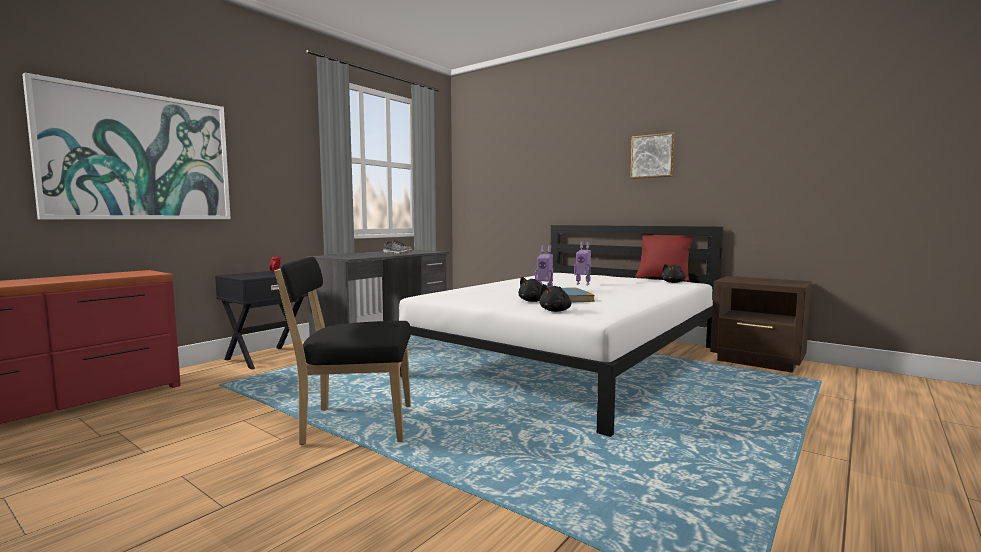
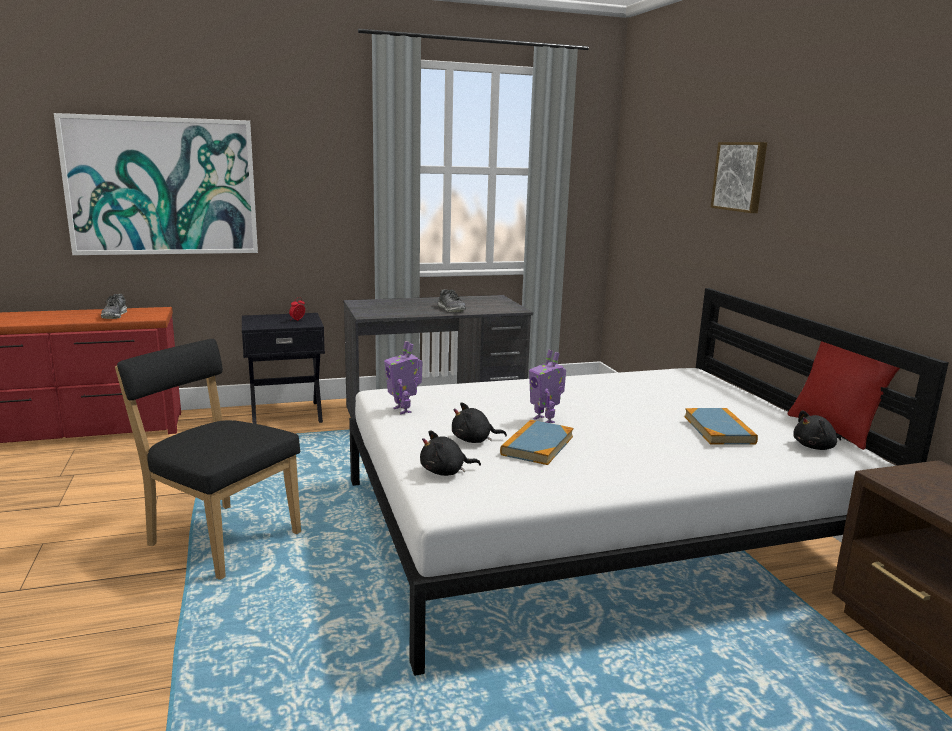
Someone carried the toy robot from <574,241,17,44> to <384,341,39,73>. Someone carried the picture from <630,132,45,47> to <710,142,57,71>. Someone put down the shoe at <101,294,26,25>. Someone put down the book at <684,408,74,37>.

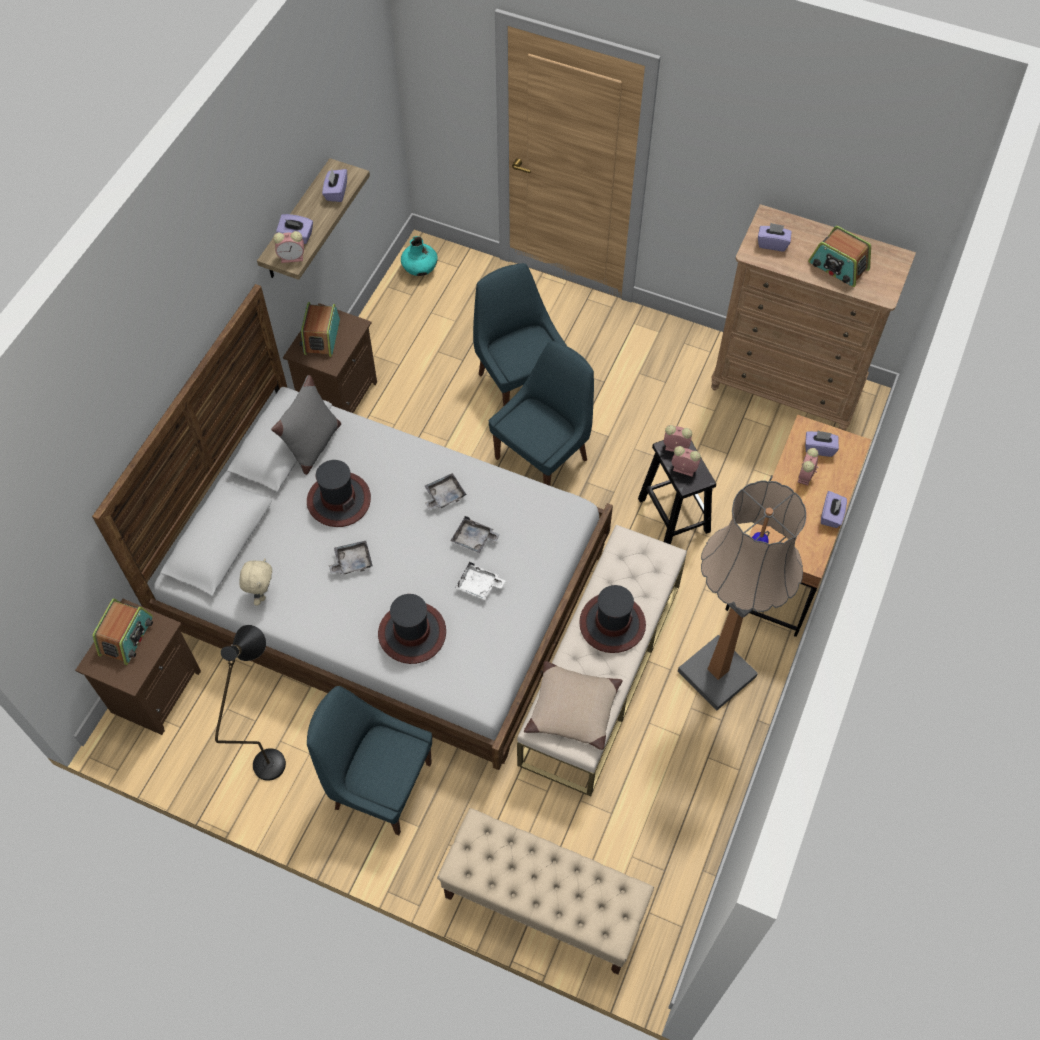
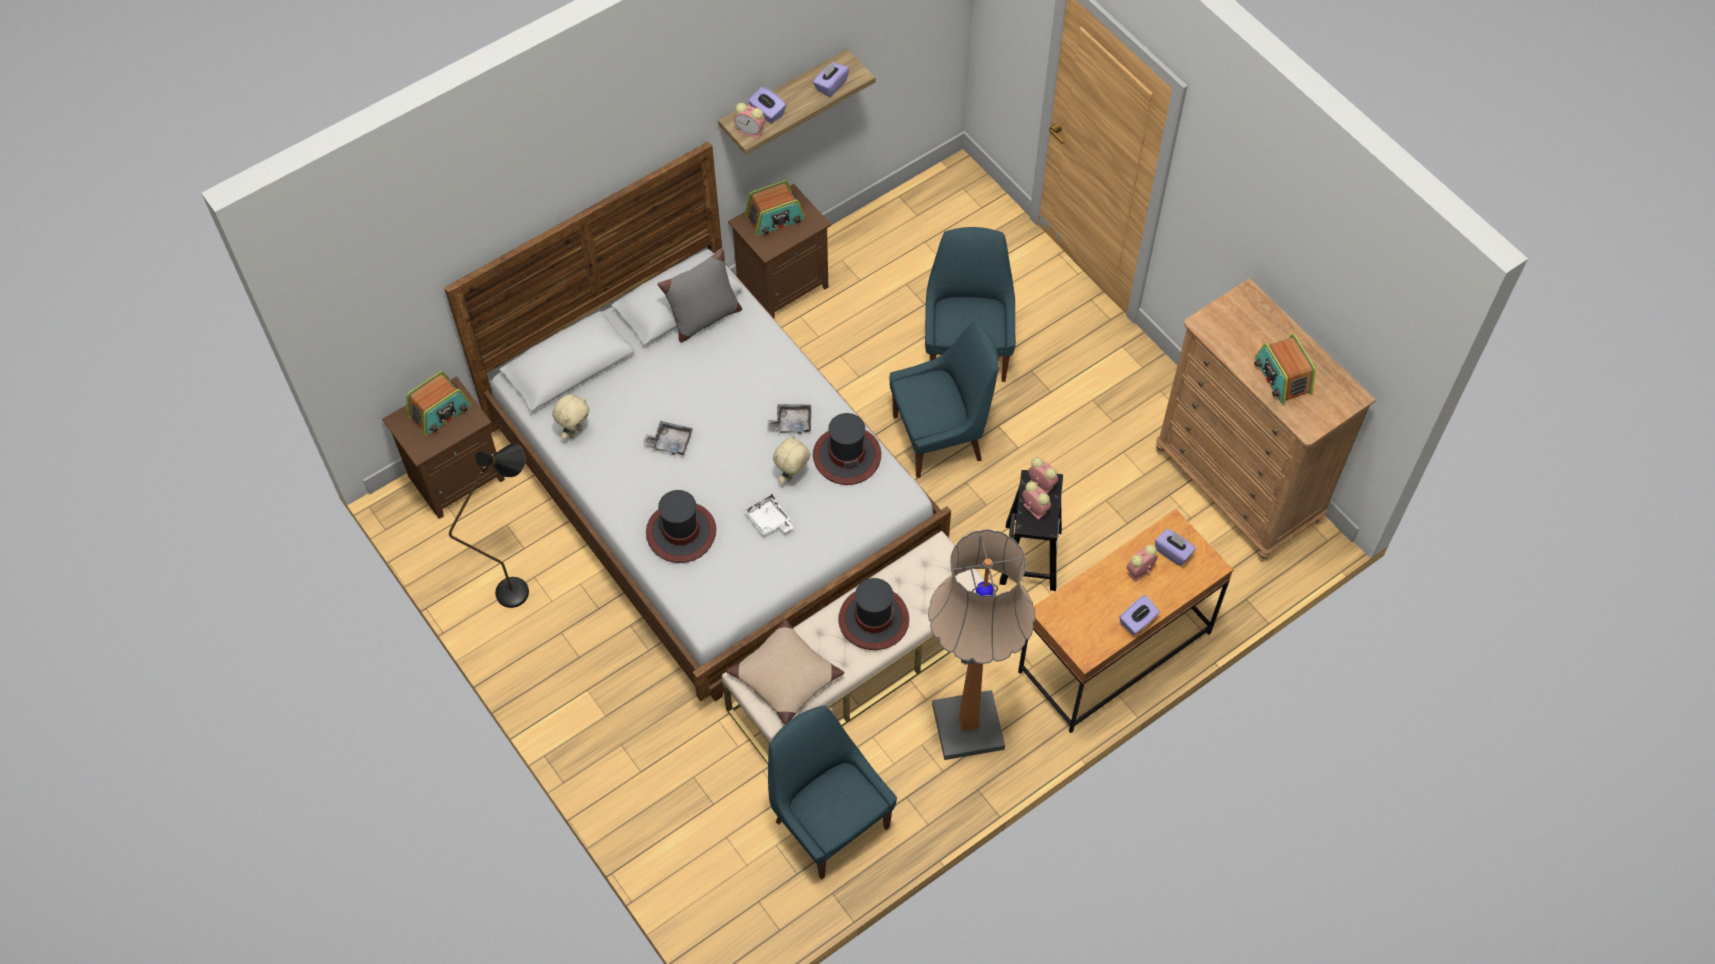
Someone rotated the radio at <300,302,40,55> by 150 degrees counterclockwise. Someone carried the hat from <307,460,64,67> to <813,413,68,72>. Someone carried the chair (blue) from <307,686,125,149> to <768,705,129,174>. Someone took away the vase (turquoise) at <401,236,37,40>. Someone took away the bench (beige) at <437,808,217,167>. Someone swapped the tray (grey) at <451,516,49,37> for the plush toy (beige) at <773,435,37,49>. Someone took away the tissue box (purple) at <758,223,34,29>.

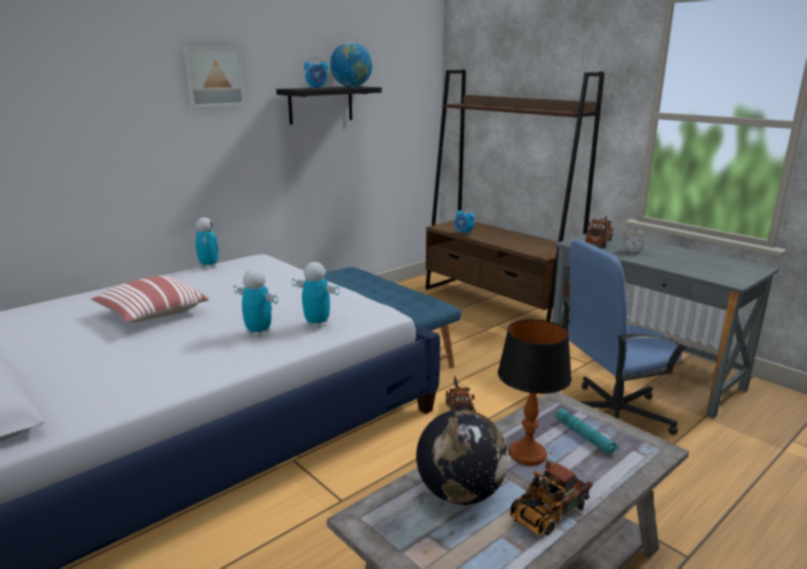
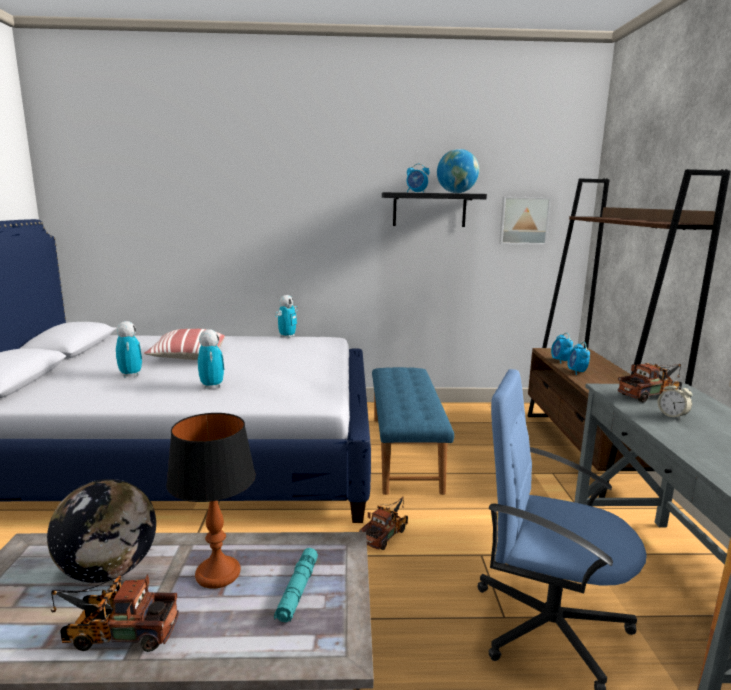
Someone carried the picture from <183,46,62,61> to <499,197,52,48>. Someone carried the toy robot from <291,262,49,65> to <116,321,26,57>. Someone put down the alarm clock at <567,342,23,33>.

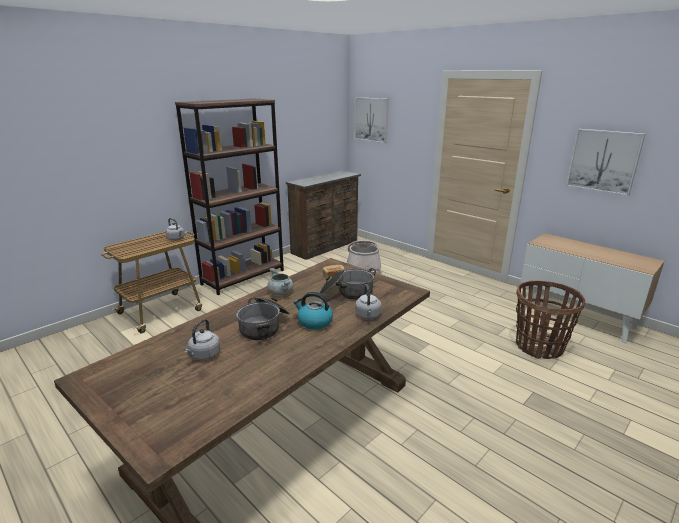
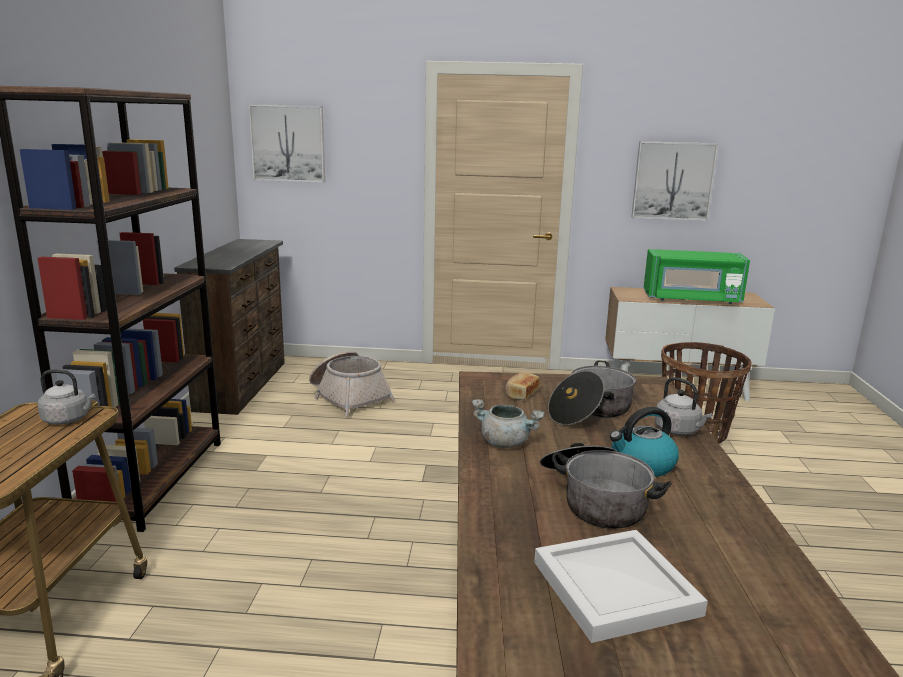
Someone swapped the kettle (grey) at <184,319,37,41> for the tray (white) at <534,530,174,113>. Someone put down the microwave (green) at <644,249,106,55>.

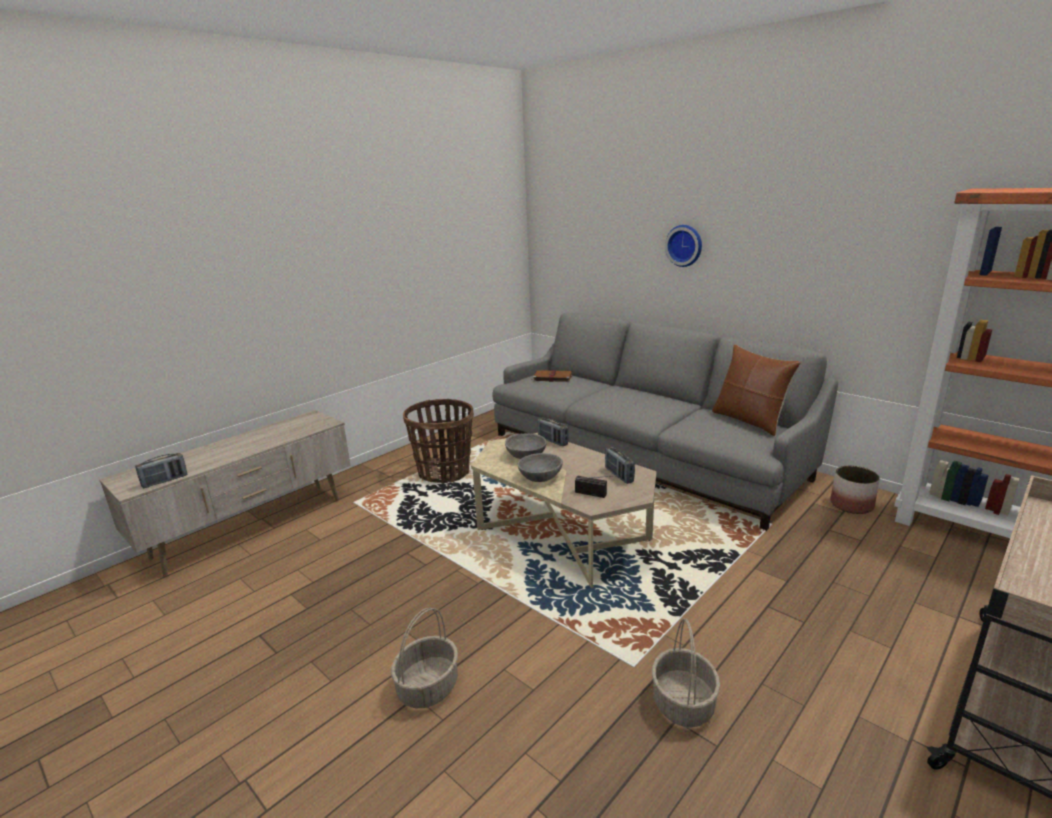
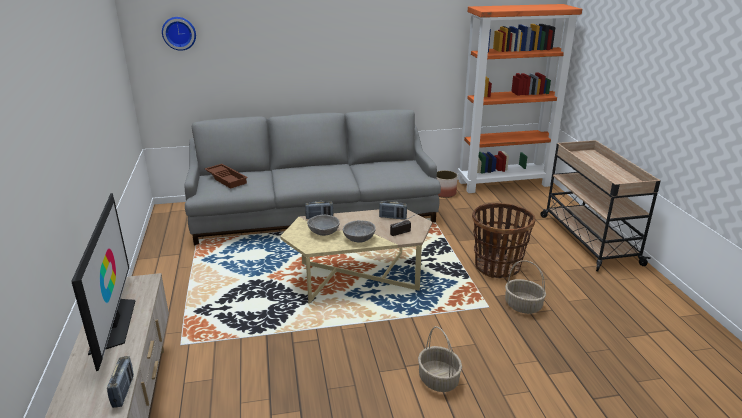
Someone carried the basket from <403,399,71,84> to <472,203,63,76>. Someone swapped the book (brown) at <531,370,41,12> for the tray (brown) at <205,164,43,25>. Someone carried the wall clock from <665,225,37,42> to <162,17,34,34>. Someone took away the pillow (brown) at <712,344,89,92>. Someone put down the television at <71,193,64,178>.

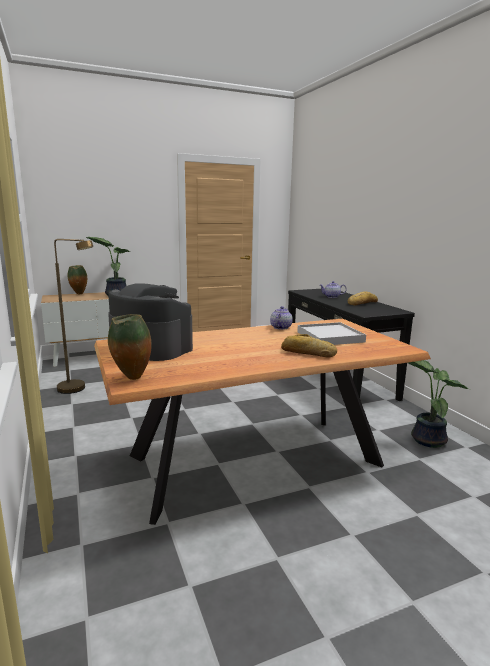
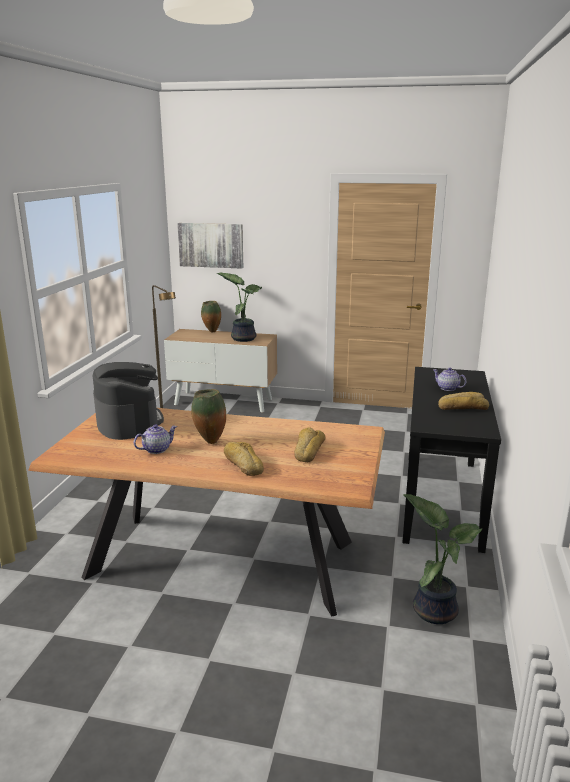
Someone carried the vase from <108,314,44,66> to <191,389,35,55>. Someone carried the teapot from <270,306,23,24> to <134,424,43,30>. Someone swapped the tray (white) at <297,322,69,23> for the bread at <294,427,31,35>. Someone put up the picture at <177,223,66,46>.

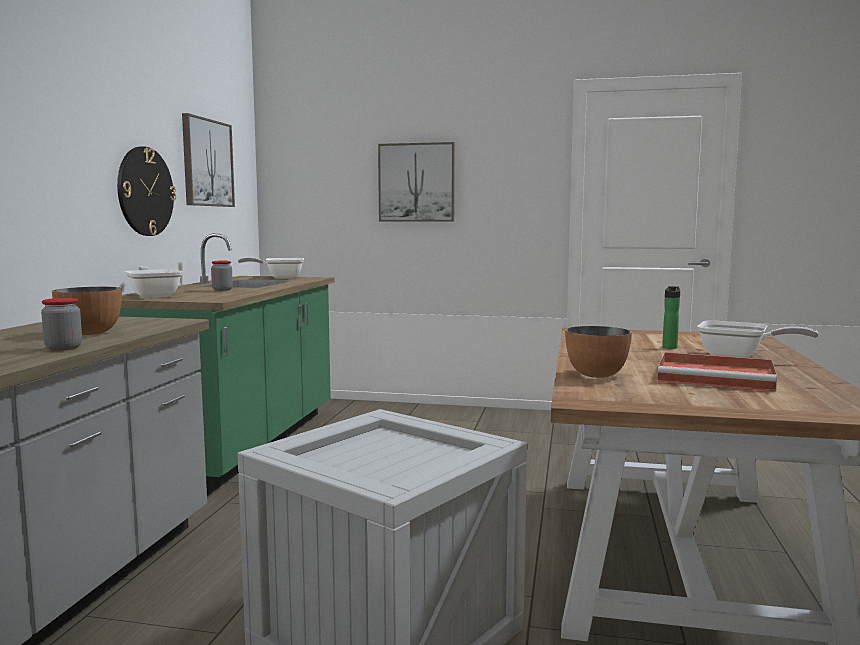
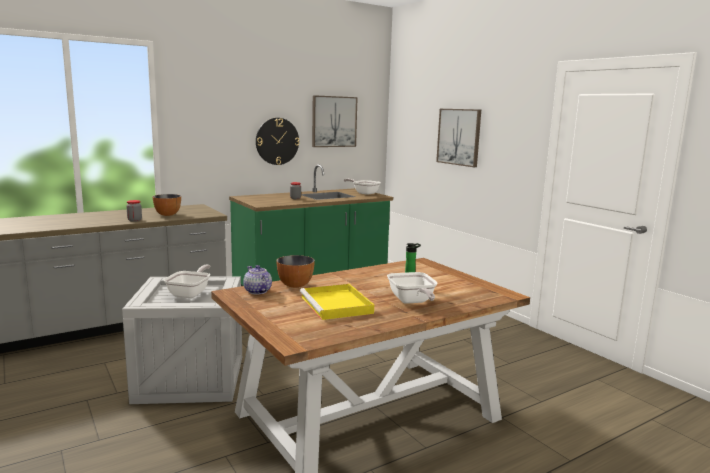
Someone carried the frying pan from <125,266,58,32> to <164,265,46,33>. Someone repainted the tray (red) at <657,352,120,40>, which became the tray (yellow) at <300,284,74,36>. Someone put down the teapot at <243,265,29,30>.

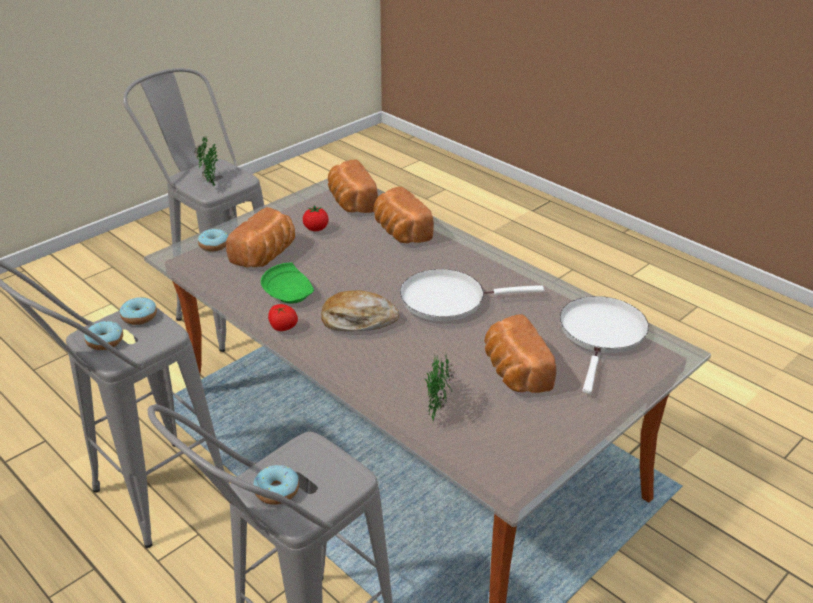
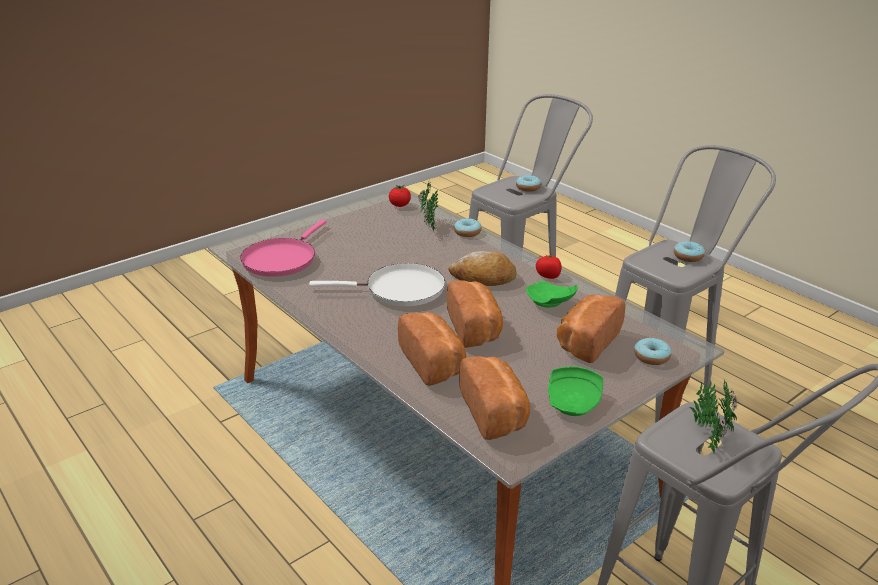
Someone carried the donut from <120,297,37,28> to <454,218,27,19>. Someone carried the tomato from <303,205,26,26> to <389,185,22,22>. Someone carried the bread from <484,314,72,79> to <447,281,56,67>. Someone repainted the frying pan (white) at <560,296,89,98>, which became the frying pan (pink) at <240,219,87,58>. Someone put down the plate (green) at <548,367,55,49>.

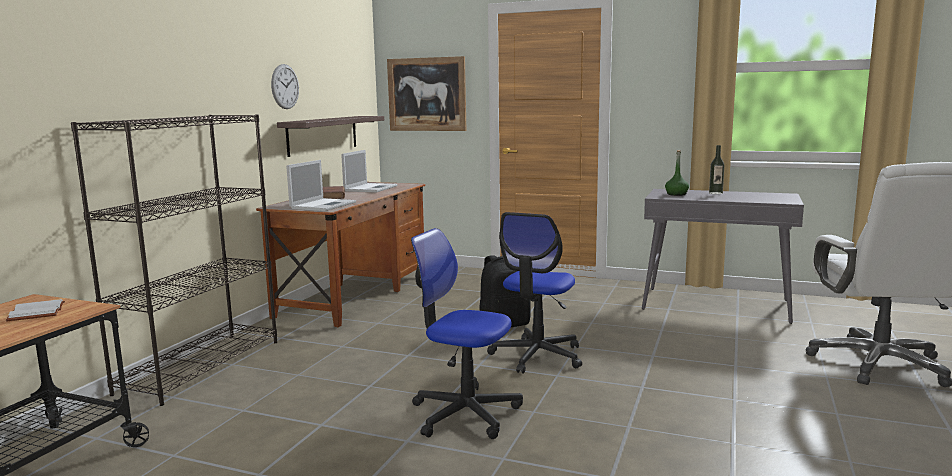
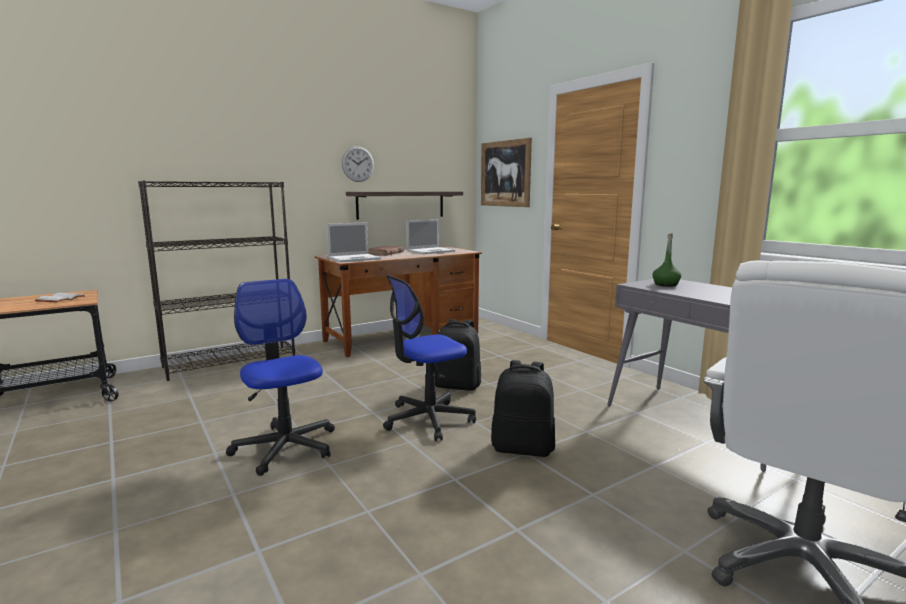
Someone took away the bottle at <709,145,16,49>. Someone put down the backpack (black) at <491,360,64,97>.

